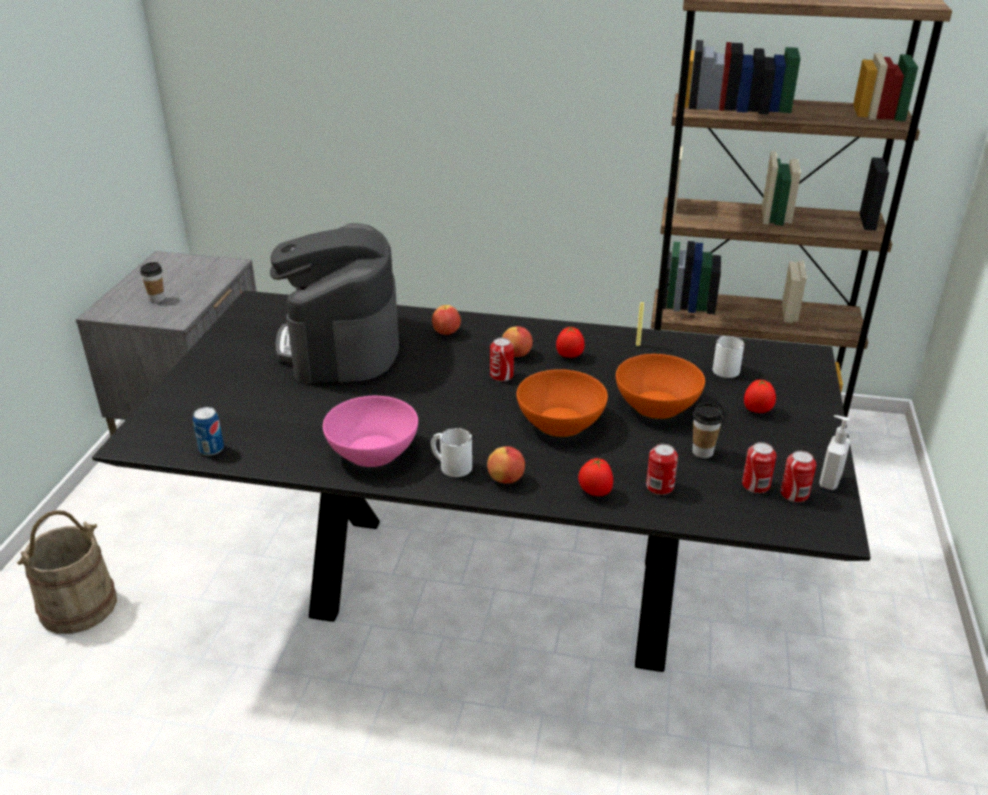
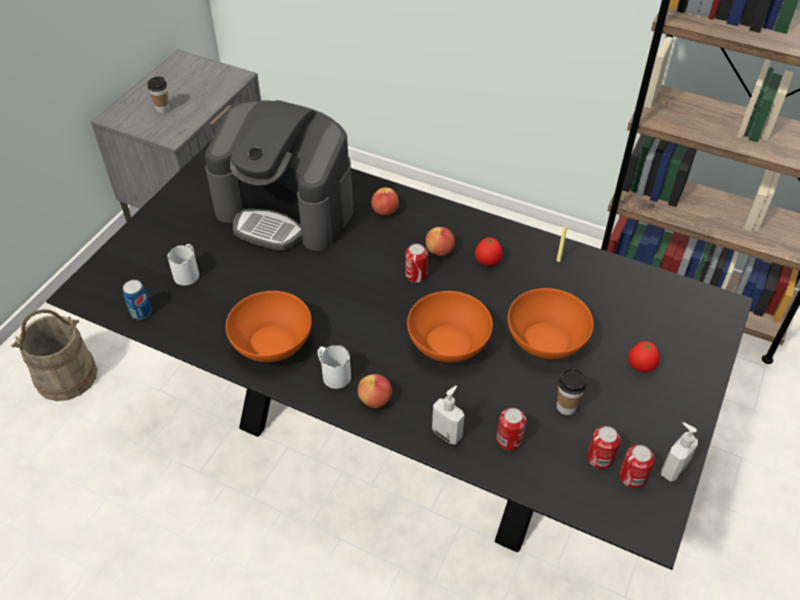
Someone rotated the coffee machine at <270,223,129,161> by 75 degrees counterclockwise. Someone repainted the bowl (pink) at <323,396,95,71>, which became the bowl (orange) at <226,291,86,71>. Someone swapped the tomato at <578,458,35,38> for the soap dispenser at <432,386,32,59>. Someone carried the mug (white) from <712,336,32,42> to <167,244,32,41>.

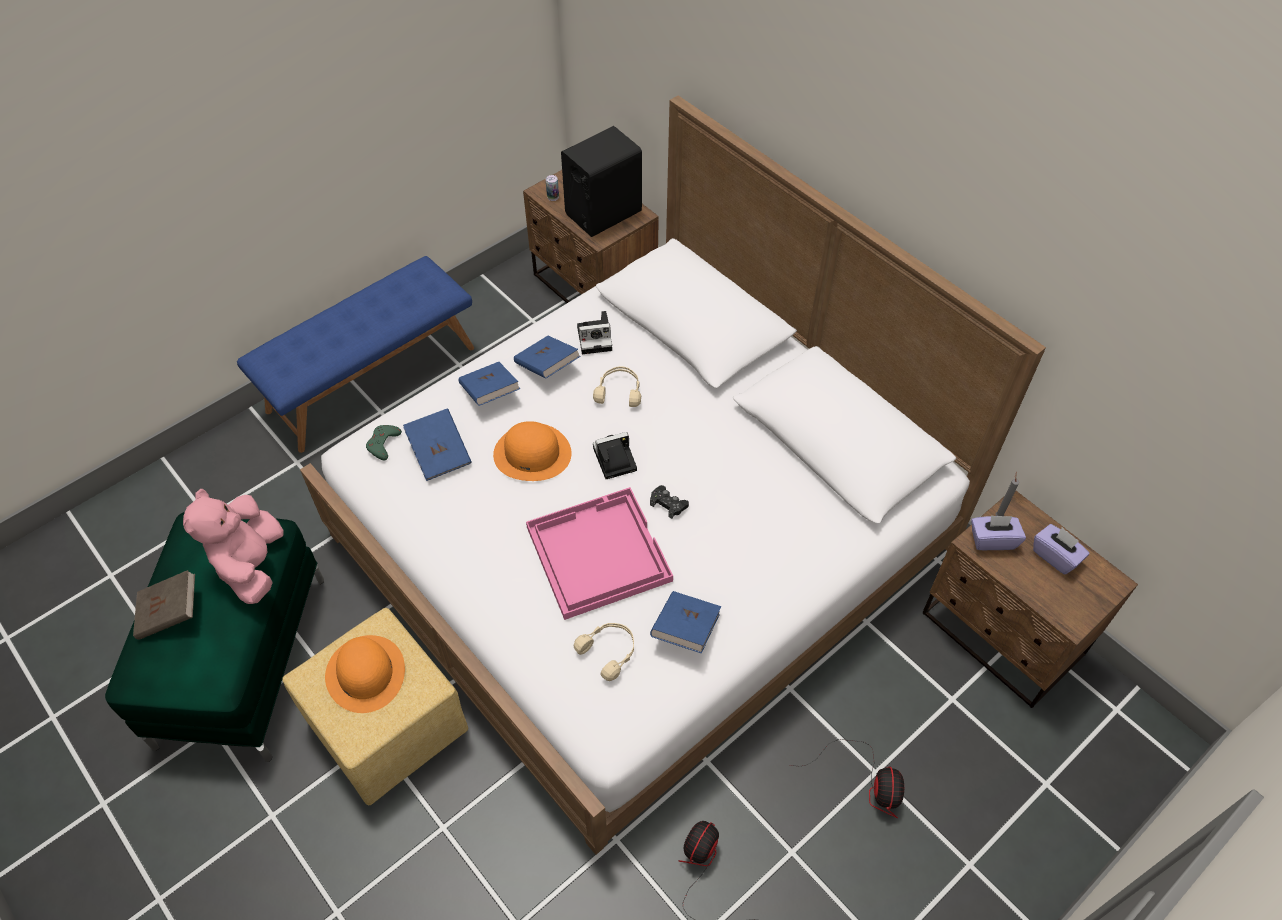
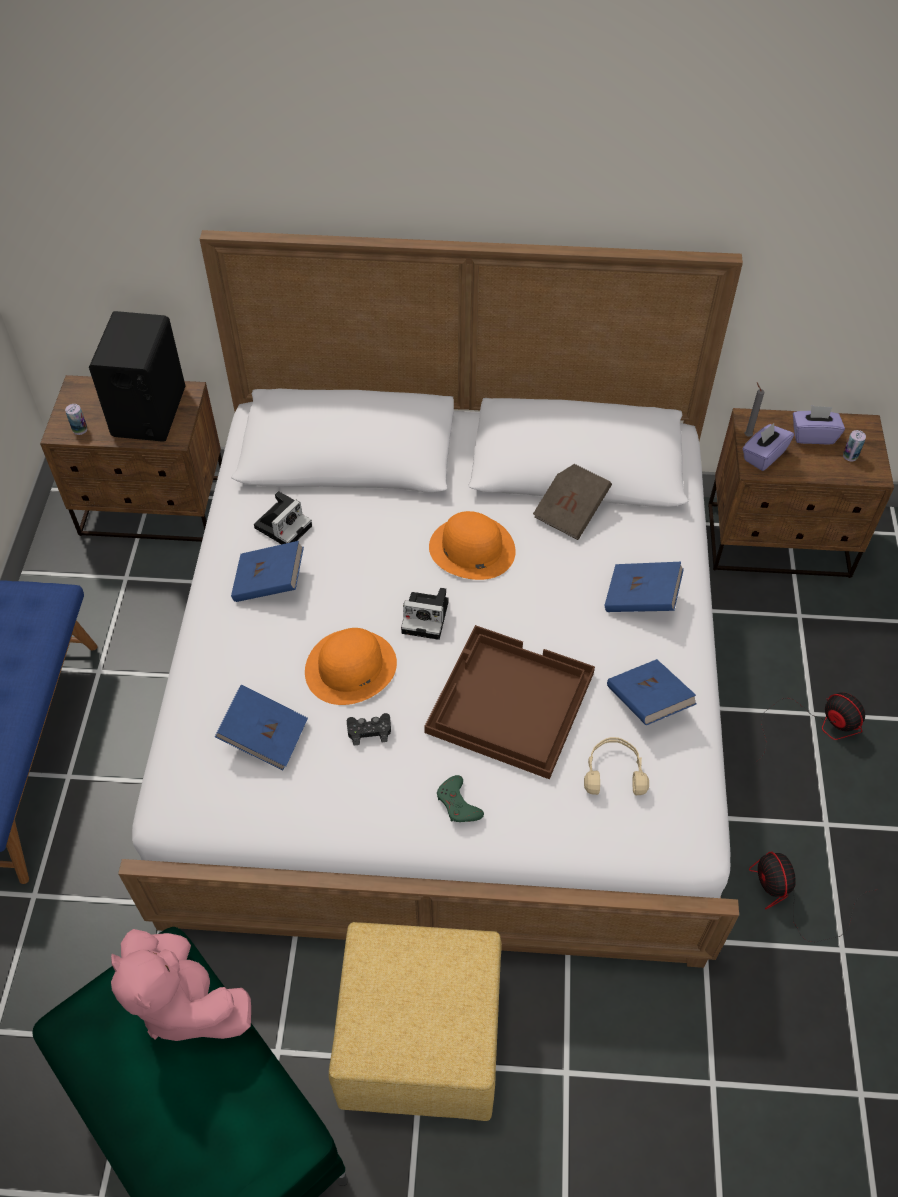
Someone carried the book (brown) from <133,570,62,69> to <533,464,79,76>. Someone carried the hat (orange) from <325,635,80,78> to <429,511,87,69>. Someone carried the game controller (green) from <366,425,36,35> to <437,775,47,47>. Someone carried the book (blue) from <459,362,61,44> to <605,562,79,50>. Someone repainted the tray (pink) at <526,487,147,133>, which became the tray (brown) at <424,625,171,154>. Someone took away the headphones (beige) at <593,366,48,41>. Someone rotated the photo camera at <593,432,44,47> by 105 degrees counterclockwise. Someone carried the game controller (black) from <650,485,39,34> to <347,713,44,32>. Someone put down the can at <843,430,23,32>.

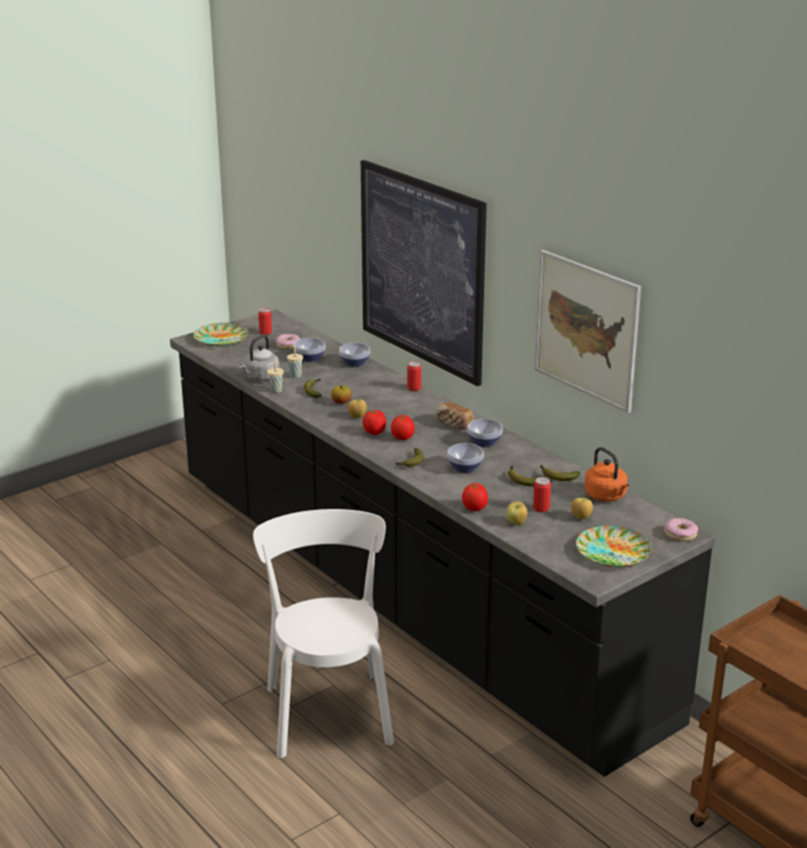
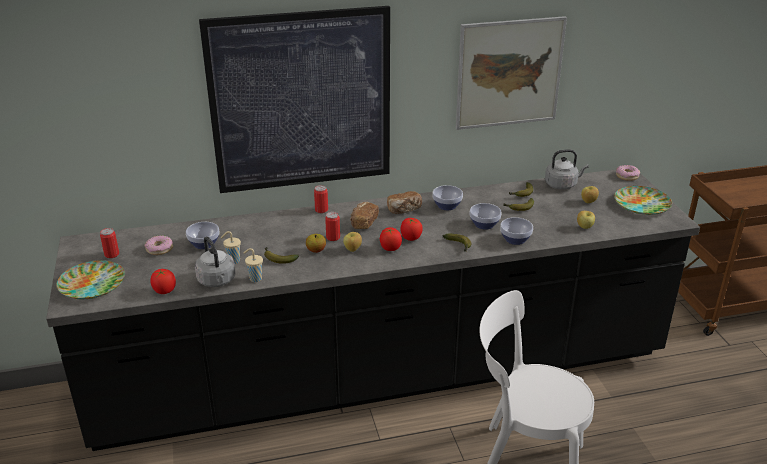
Someone carried the bowl from <339,343,31,24> to <500,217,33,28>. Someone carried the tomato from <462,483,26,28> to <150,269,26,25>. Someone carried the can from <533,477,18,35> to <325,212,15,29>. Someone repainted the kettle (orange) at <584,447,45,55>, which became the kettle (grey) at <545,149,44,41>. Someone put down the bread at <350,202,29,27>.

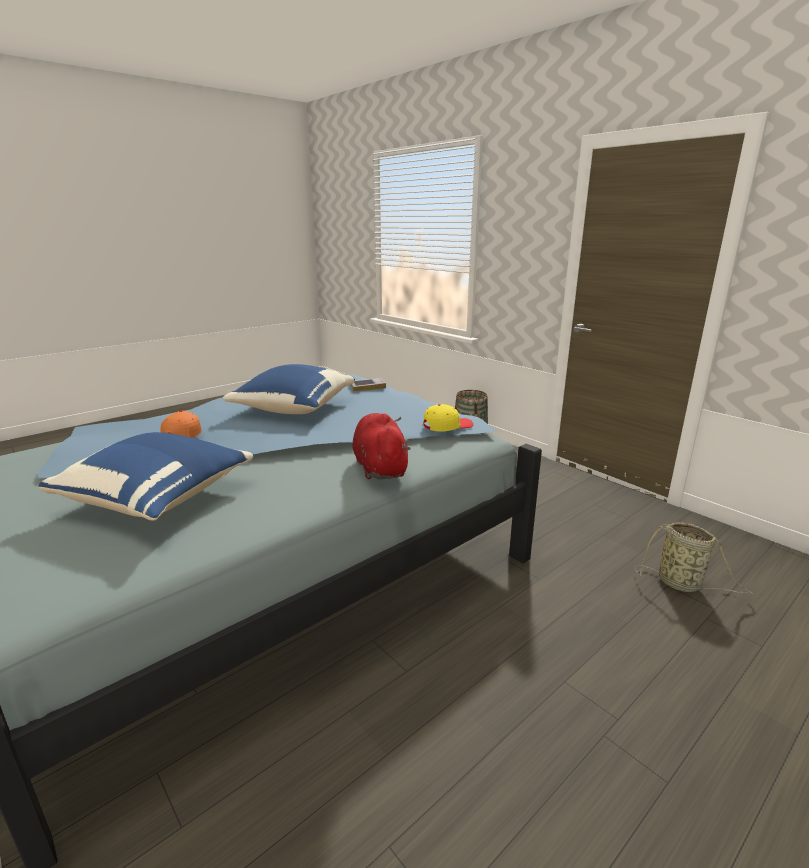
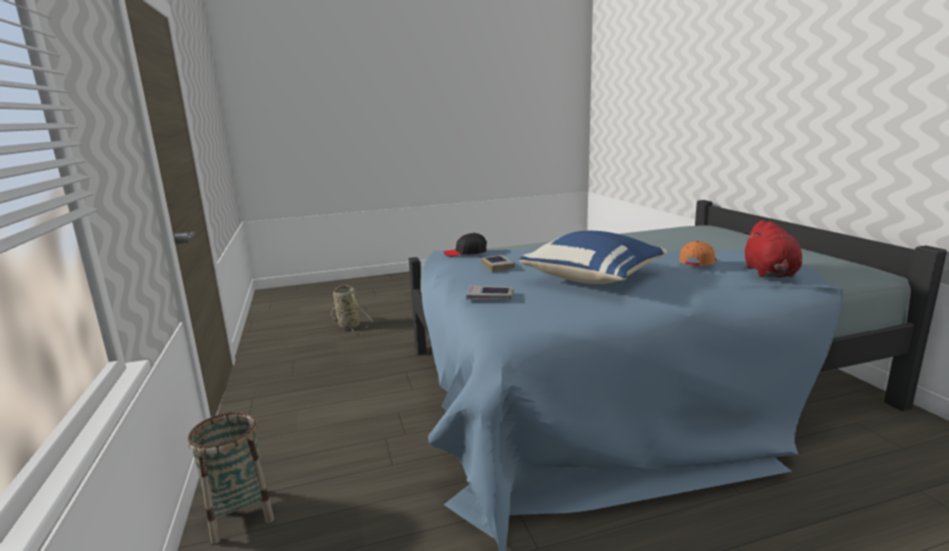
Someone took away the pillow (blue) at <39,432,214,89>. Someone carried the plush toy (red) from <352,413,59,67> to <744,220,58,58>. Someone repainted the cap (yellow) at <423,404,50,27>, which became the cap (black) at <444,233,43,24>. Someone put down the book at <481,255,34,17>.

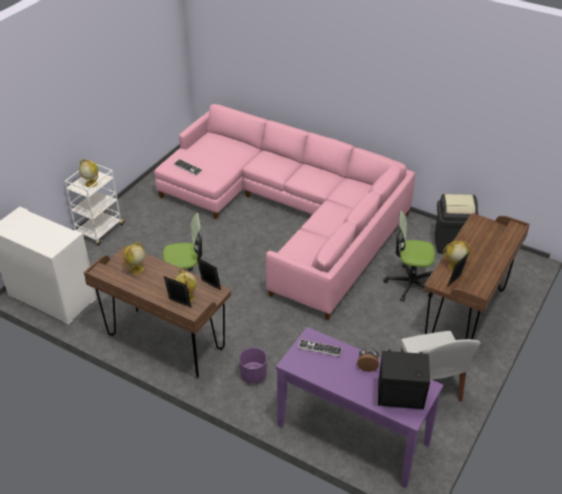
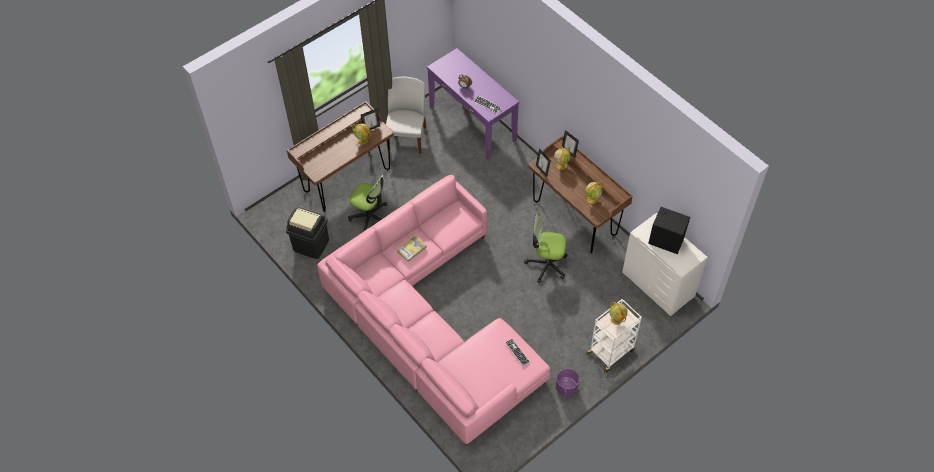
Someone carried the planter (purple) from <239,348,28,35> to <556,369,23,28>. Someone carried the speaker (black) from <378,349,52,60> to <648,207,42,47>. Someone put down the book at <397,235,30,27>.

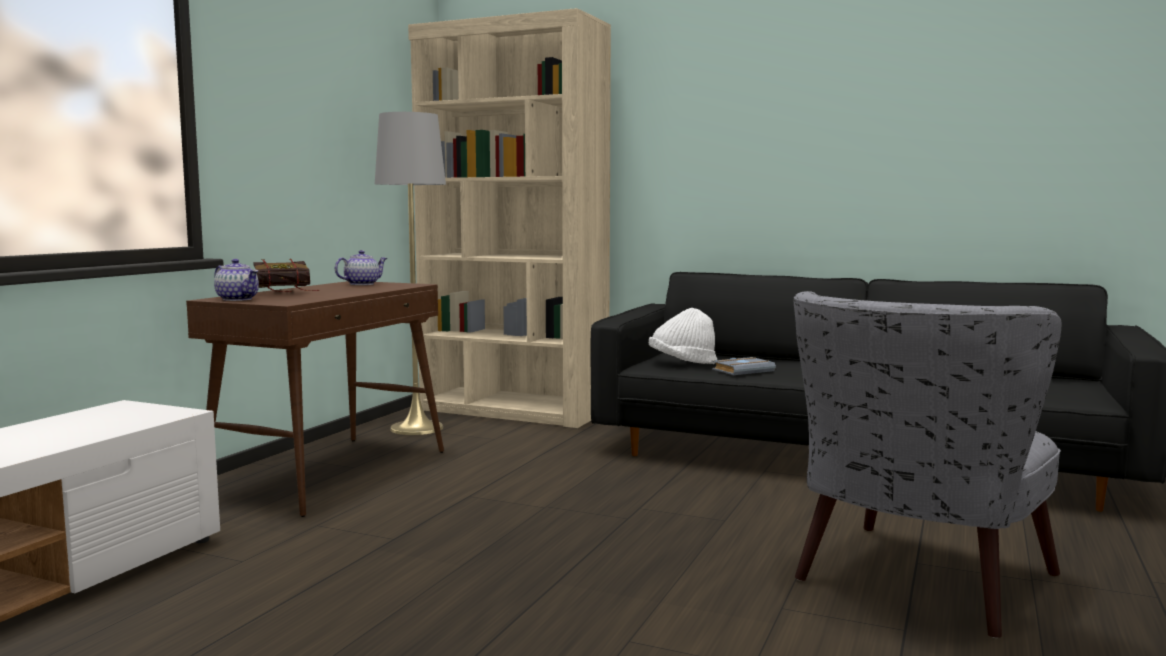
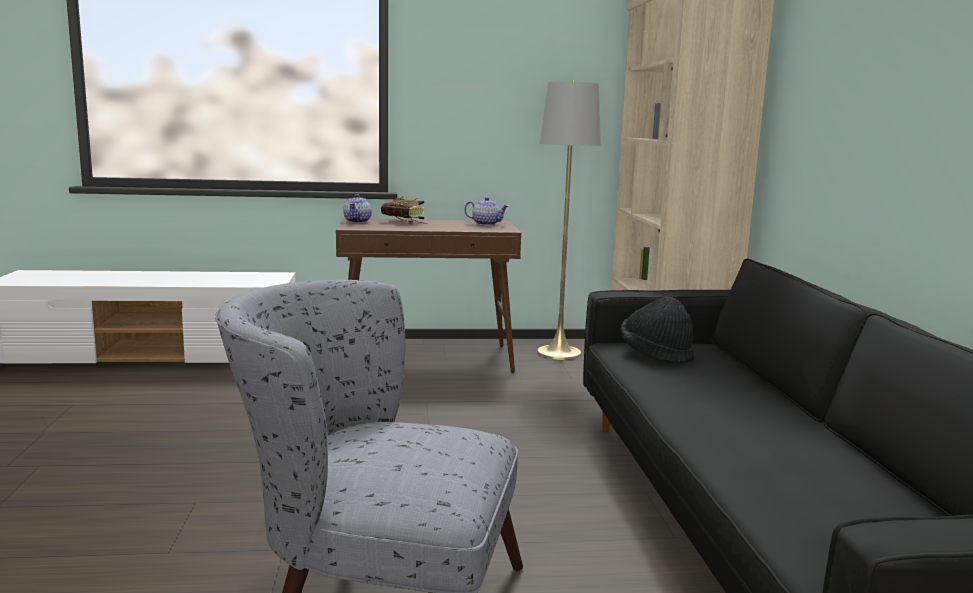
Someone repainted the hat (white) at <649,308,68,56>, which became the hat (black) at <620,297,74,67>. Someone took away the book (grey) at <712,357,64,18>.

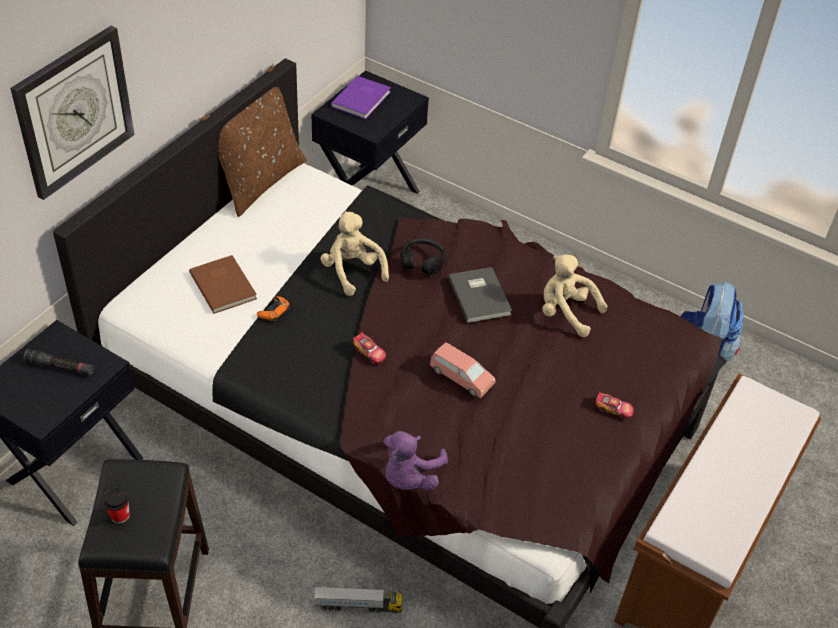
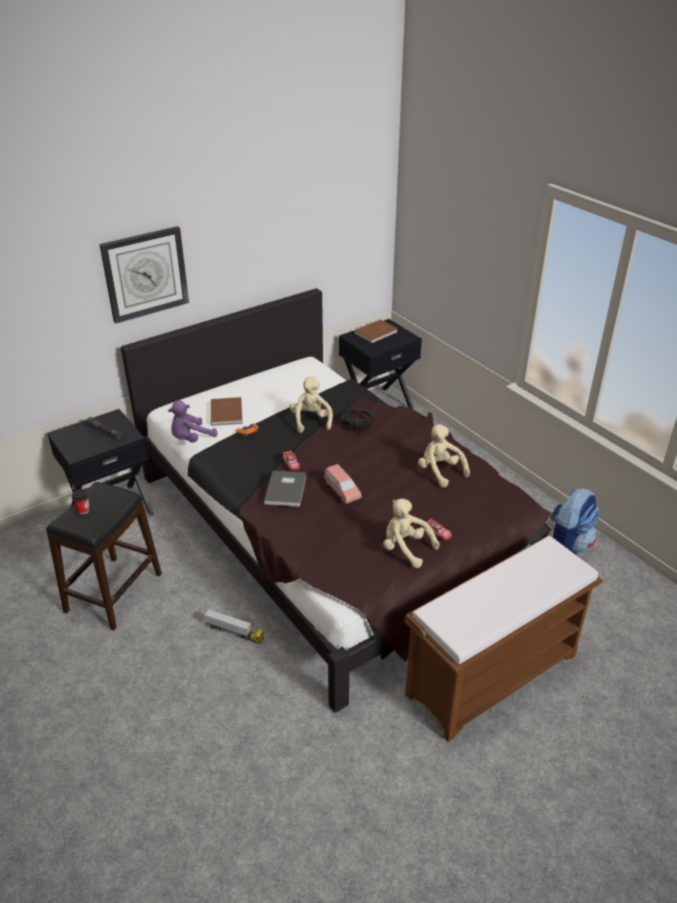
Someone took away the pillow (brown) at <200,65,107,152>. Someone repainted the book (purple) at <331,76,60,43>, which became the book (brown) at <354,320,44,23>. Someone carried the plush toy (purple) from <384,431,64,60> to <168,400,49,43>. Someone carried the book (grey) from <448,267,64,56> to <264,471,42,36>. Someone put down the plush toy (beige) at <383,499,57,69>.

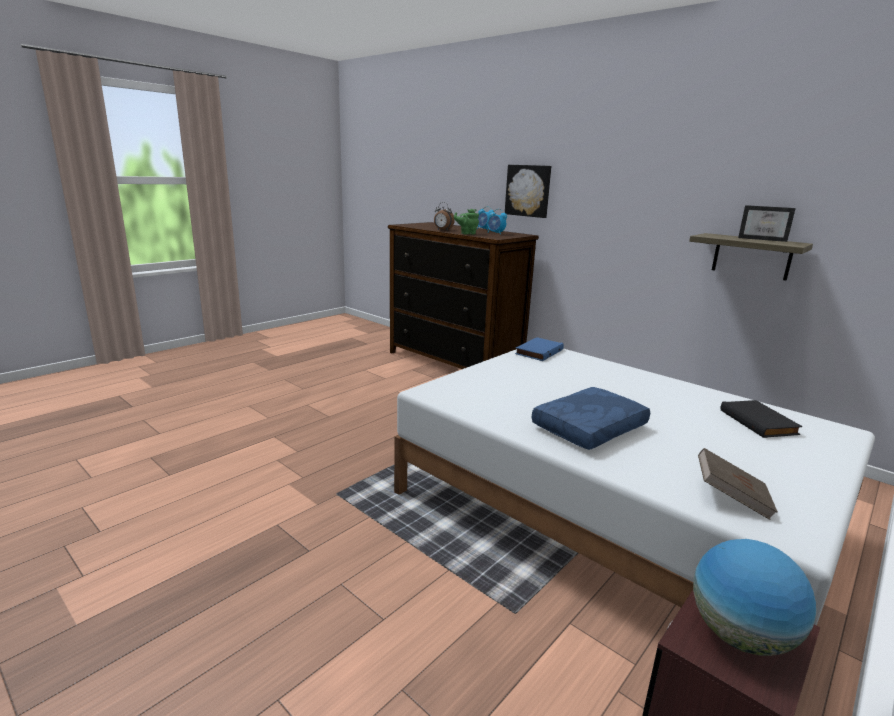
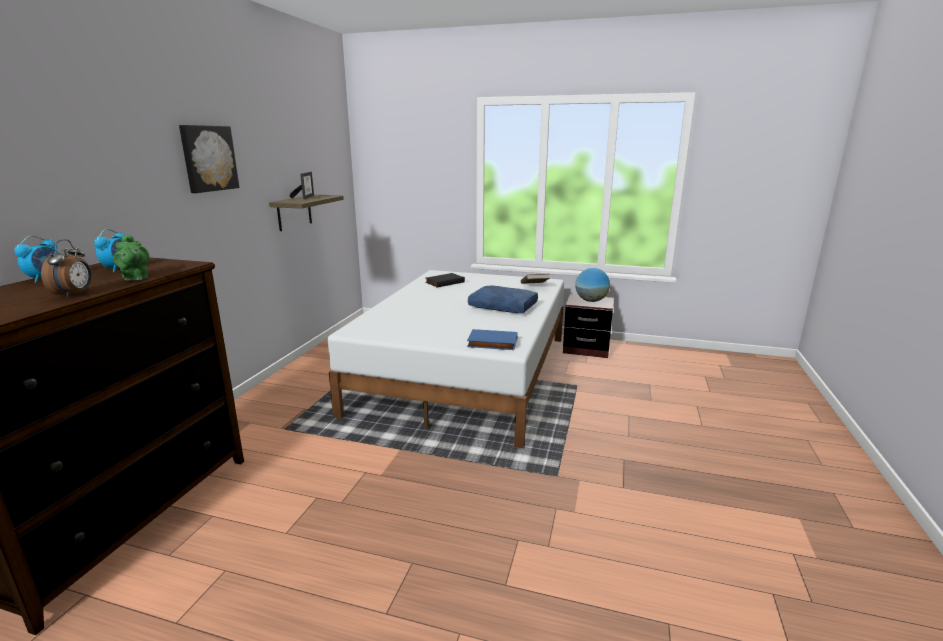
Someone carried the picture from <505,165,46,53> to <179,125,60,68>. Someone carried the book (blue) from <515,337,49,24> to <467,329,51,21>.

